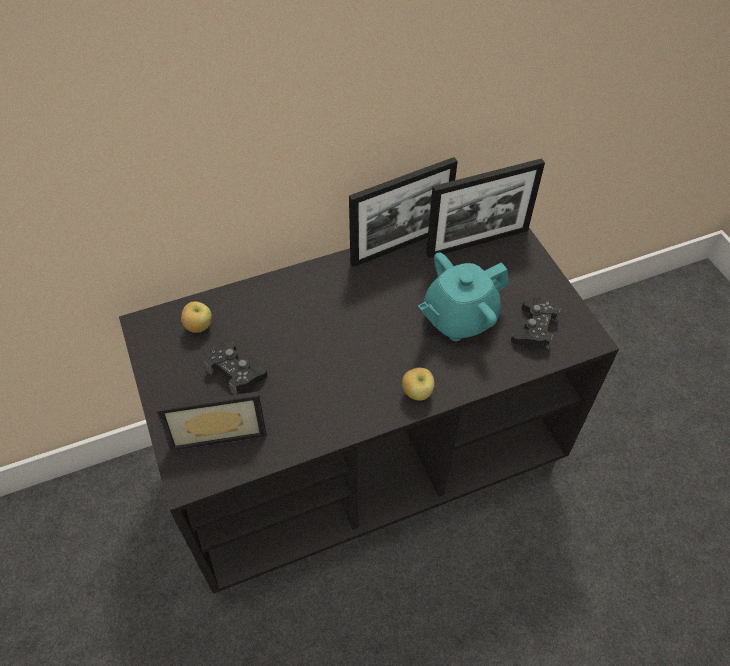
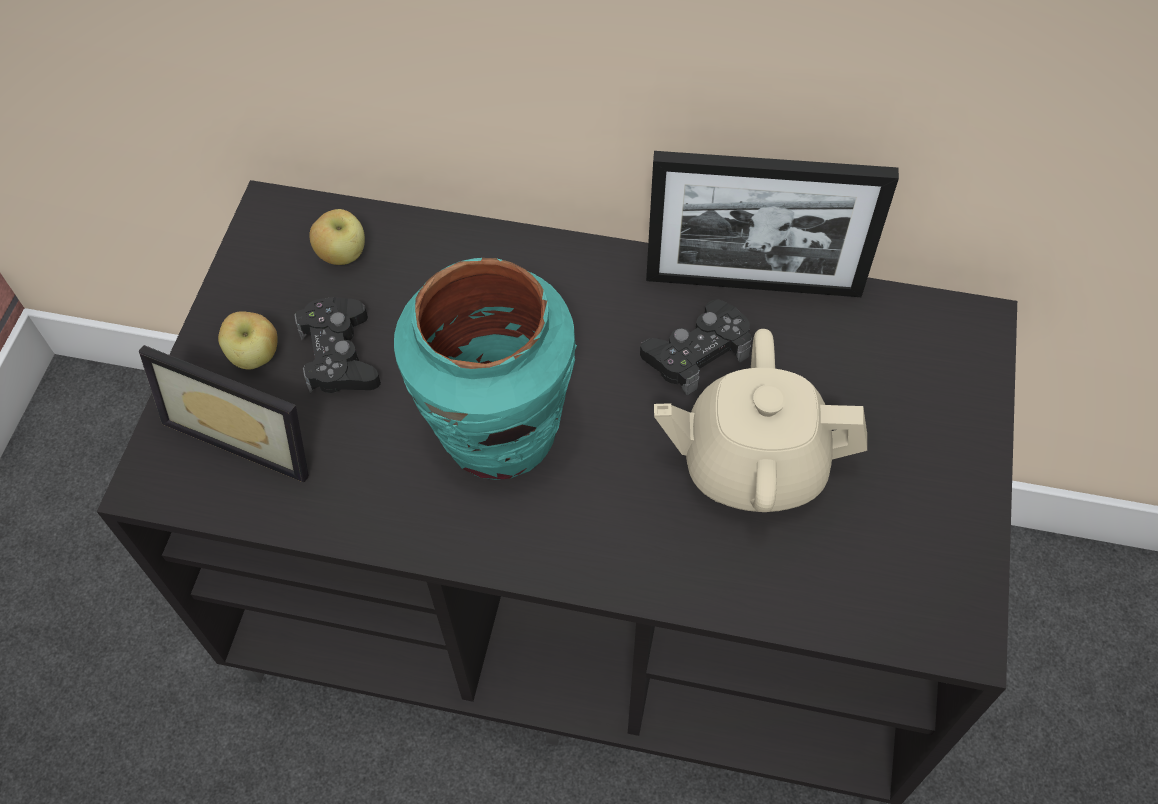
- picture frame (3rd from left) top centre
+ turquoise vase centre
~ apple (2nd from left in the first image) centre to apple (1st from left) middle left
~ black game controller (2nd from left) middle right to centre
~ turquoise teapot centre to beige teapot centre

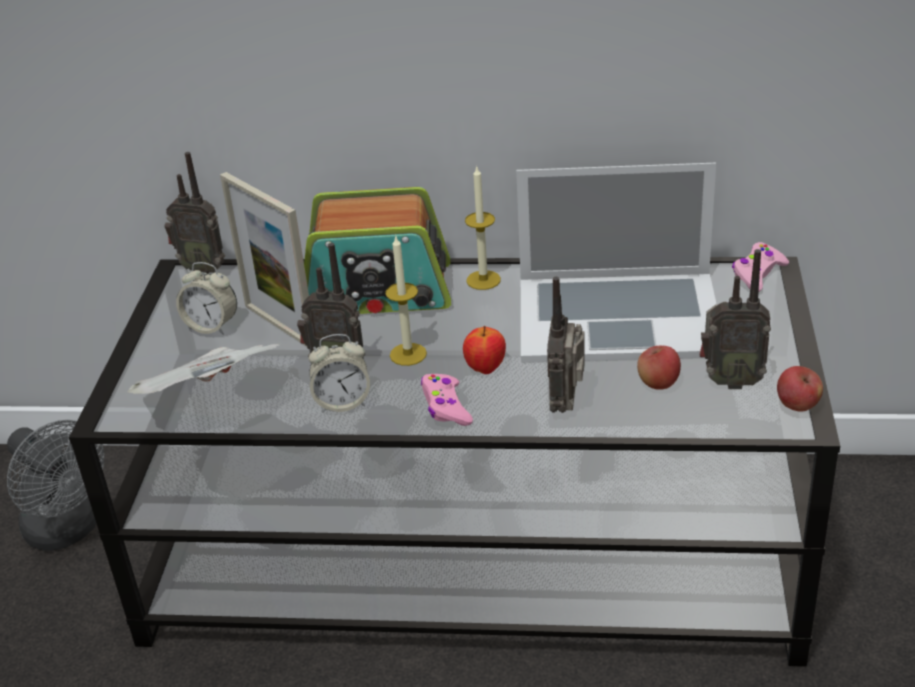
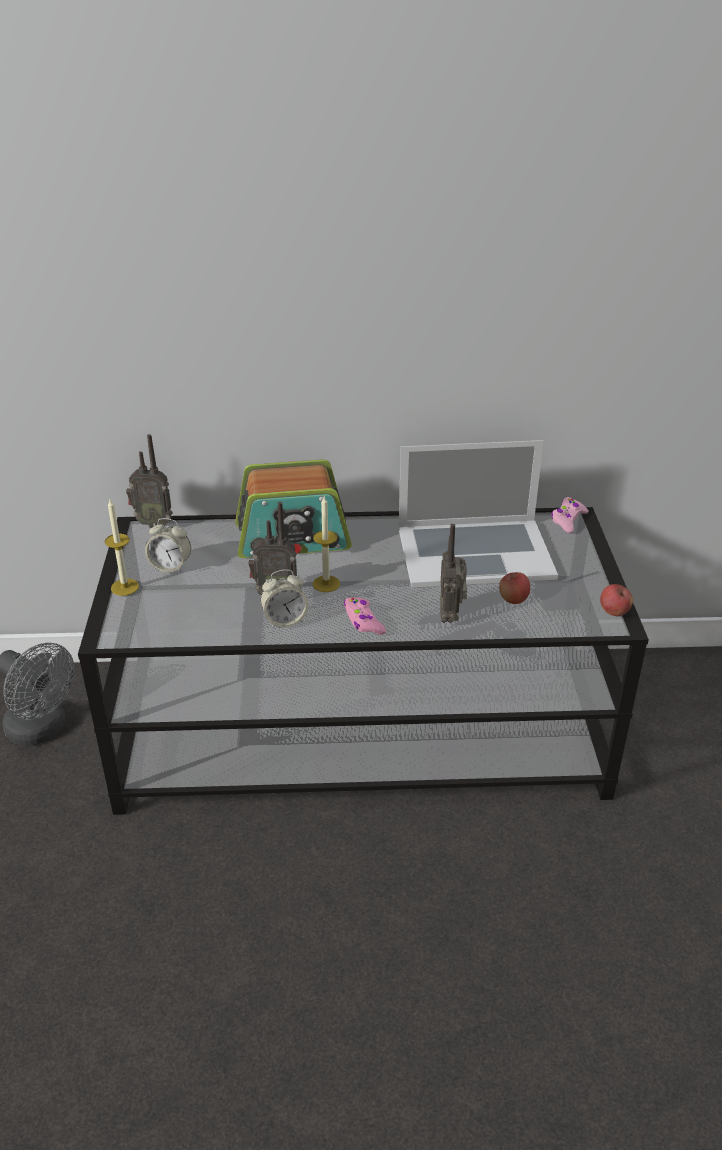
- newspaper middle left
- picture frame middle left
- apple (1st from left) centre
- radio (5th from left) middle right
~ candle (2nd from left in the first image) top centre to candle (1st from left) middle left

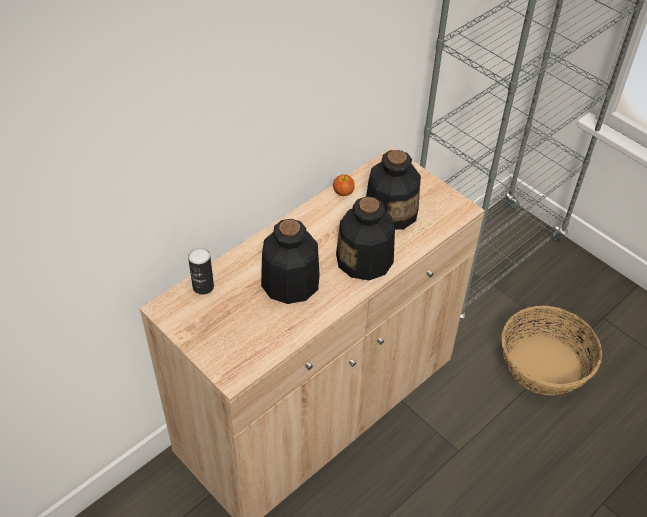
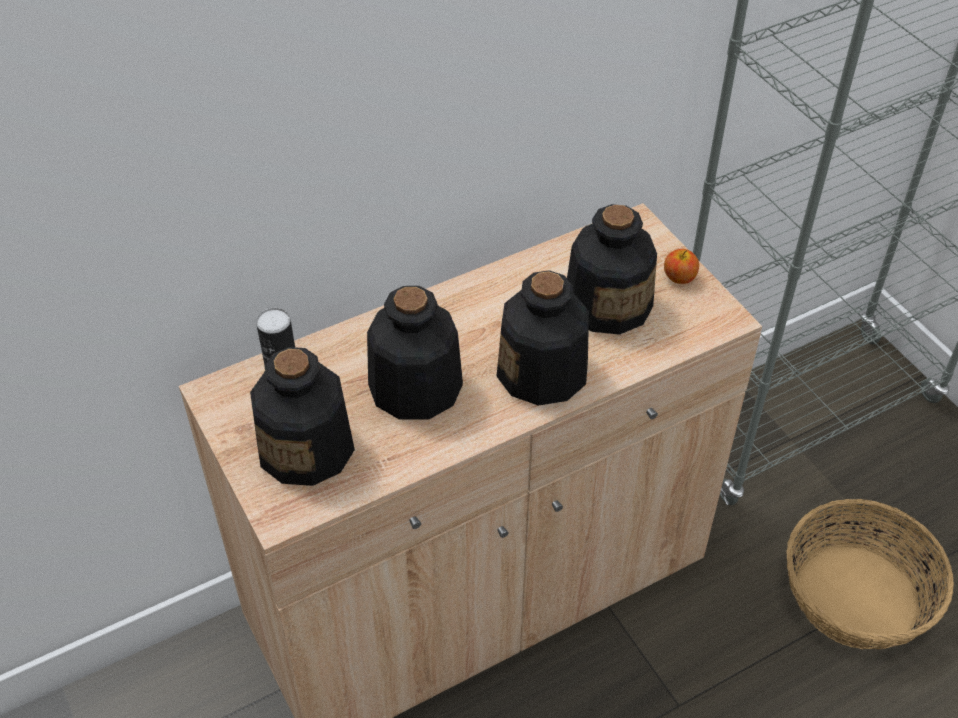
+ bottle (1st from left) middle left
~ apple centre to middle right

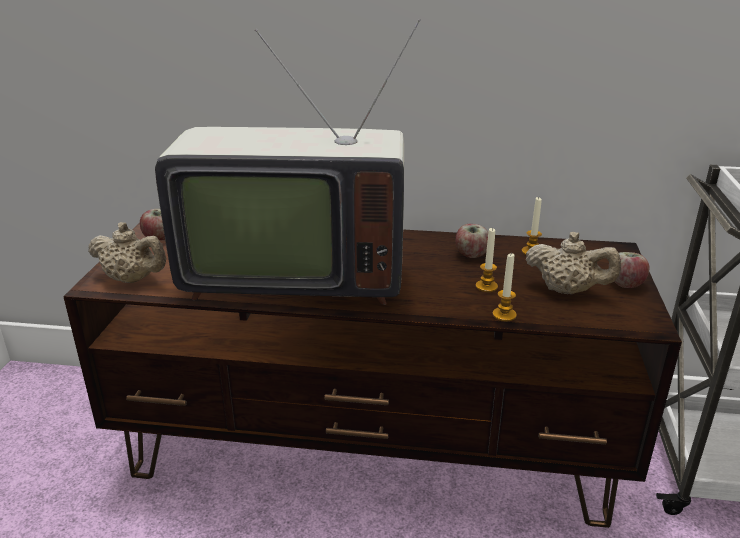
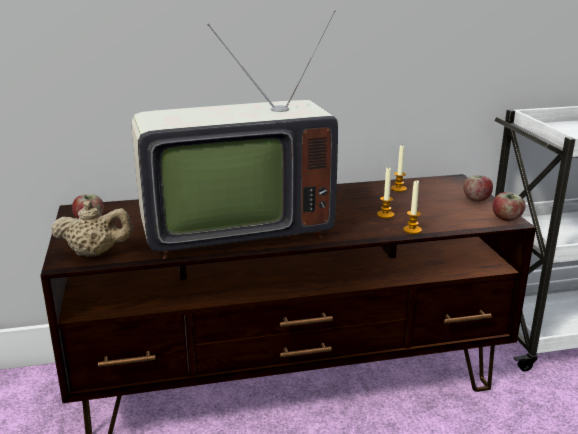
- beige teapot (2nd from left) middle right
~ apple (2nd from left in the first image) centre to apple (3rd from left) middle right

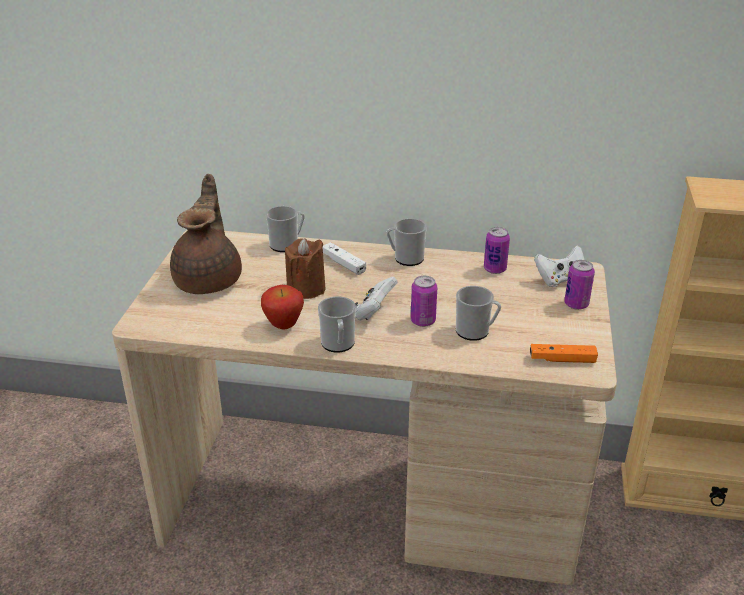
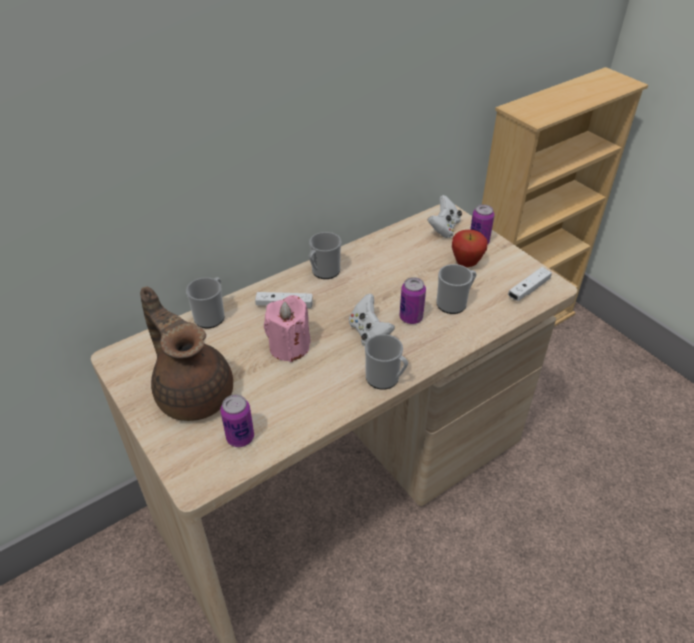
~ apple centre to middle right
~ can (2nd from left in the first image) middle right to can (1st from left) centre
~ brown candle centre to pink candle centre
~ orange game controller middle right to white game controller (4th from left) middle right

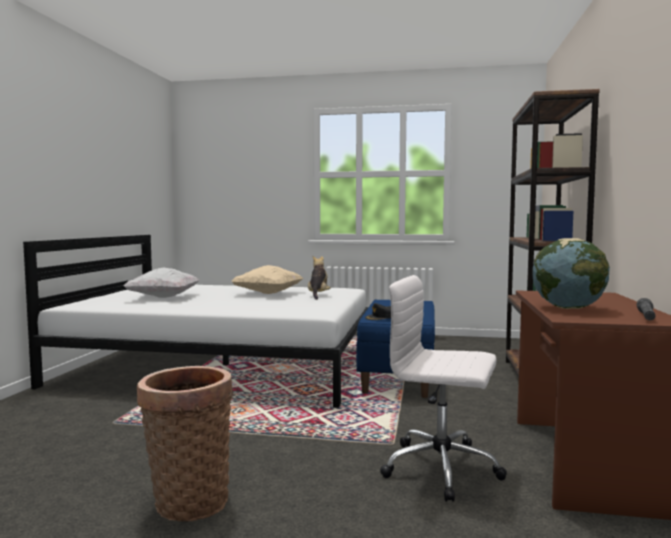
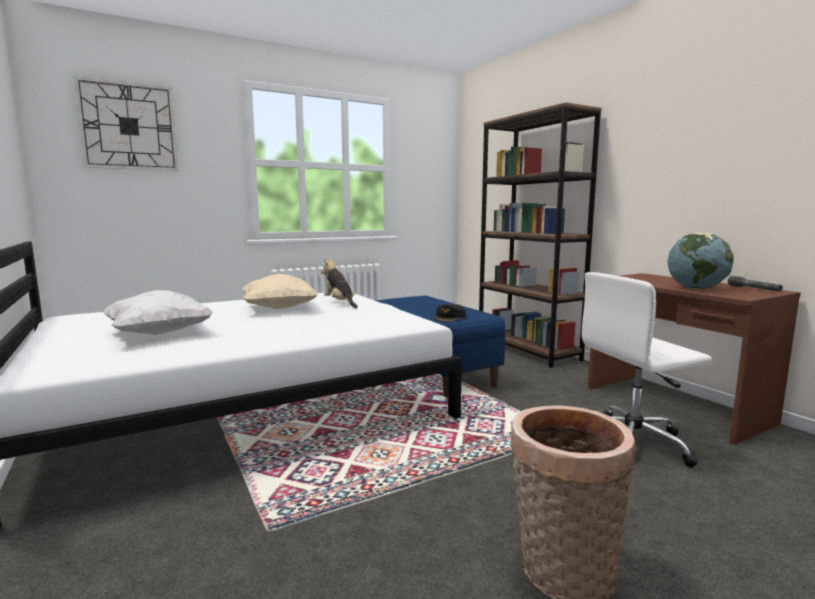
+ wall clock top left

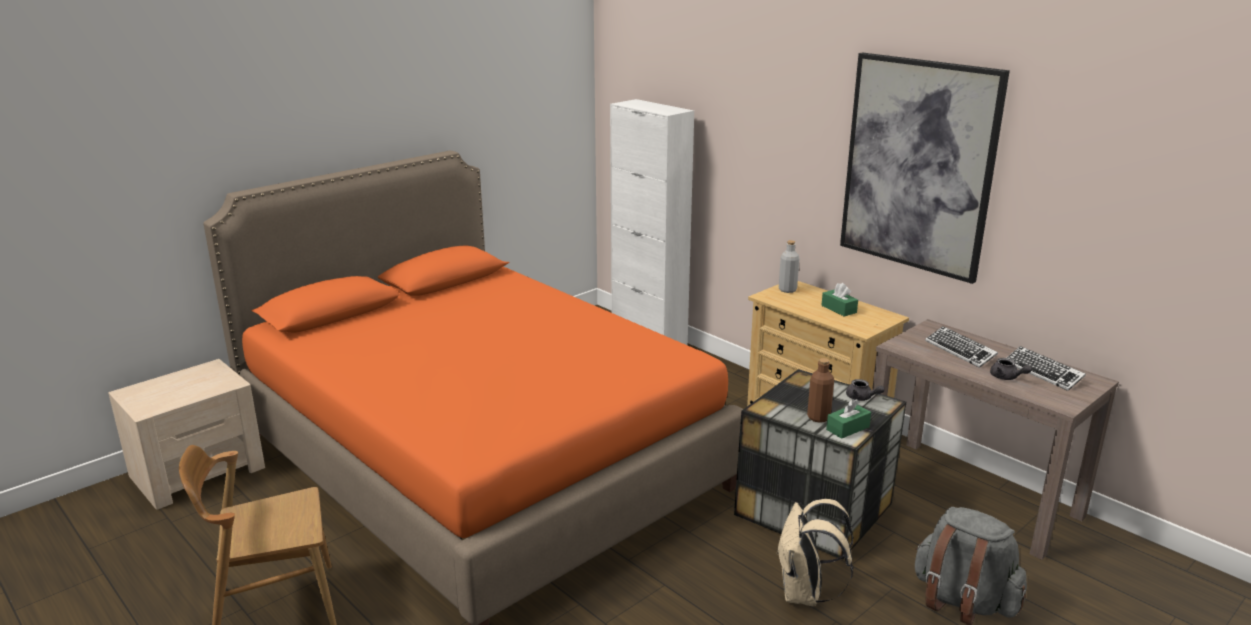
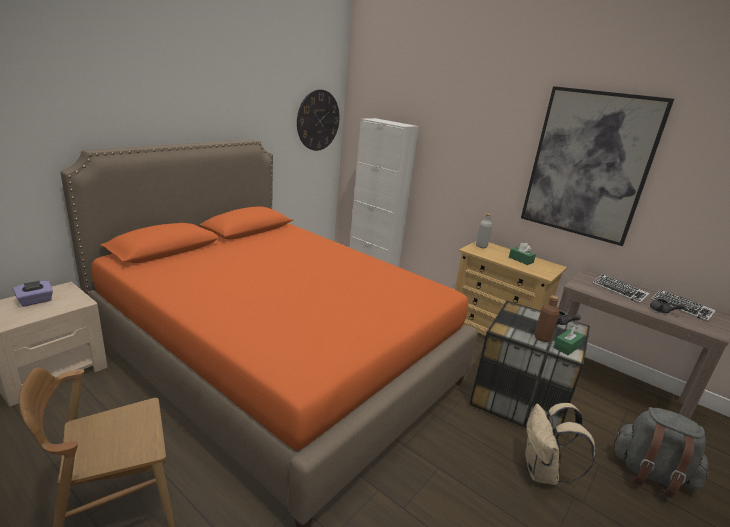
+ purple tissue box middle left
+ wall clock top centre

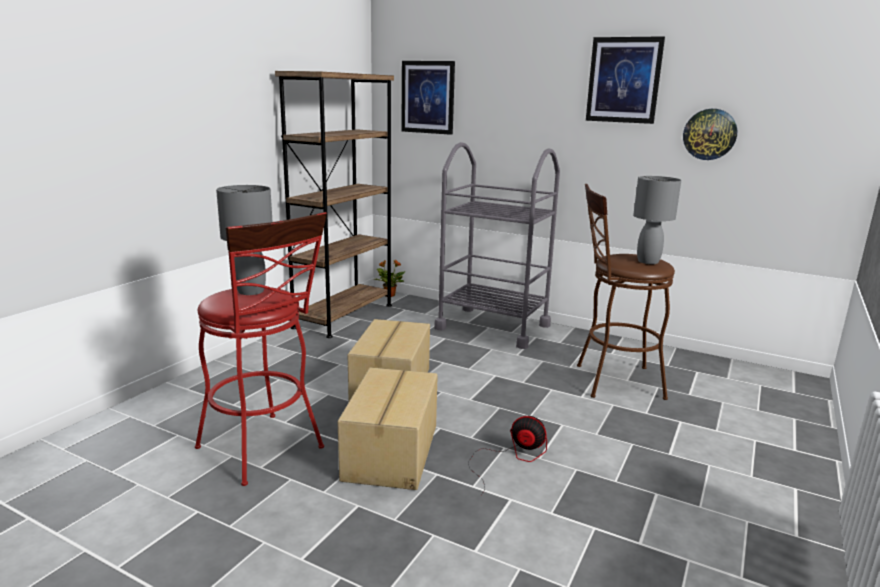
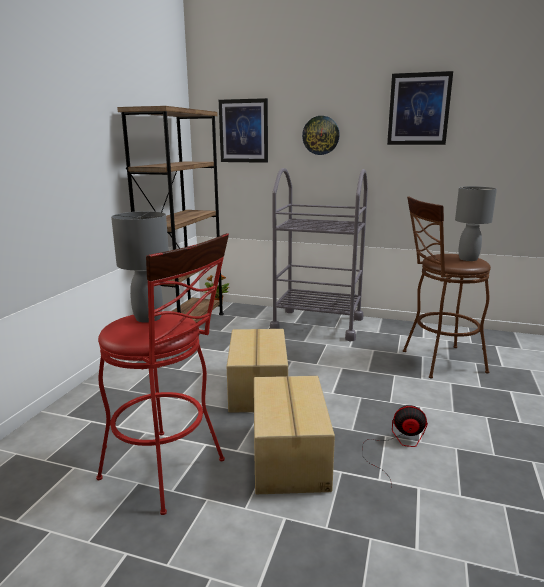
~ wall clock top right to top centre

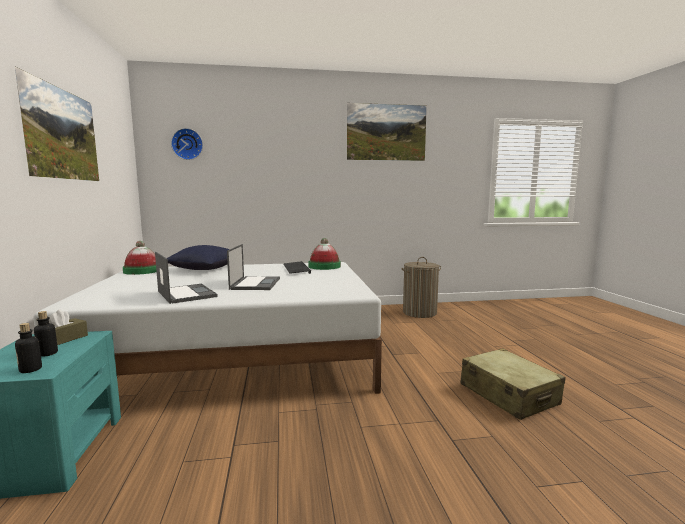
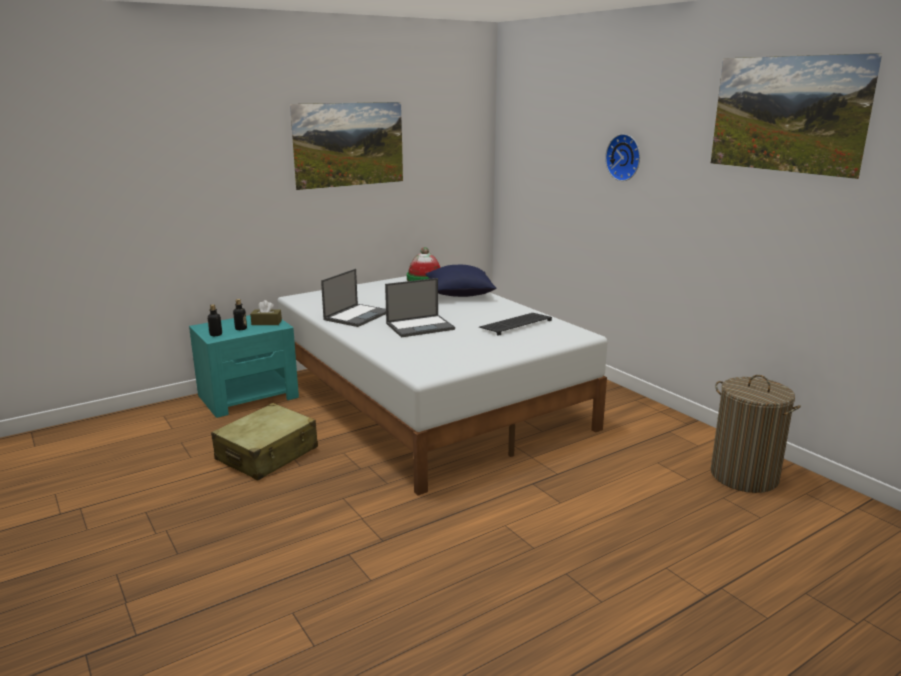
- hat (2nd from left) centre
~ wall clock top left to top right
~ beige suitcase bottom right to middle left

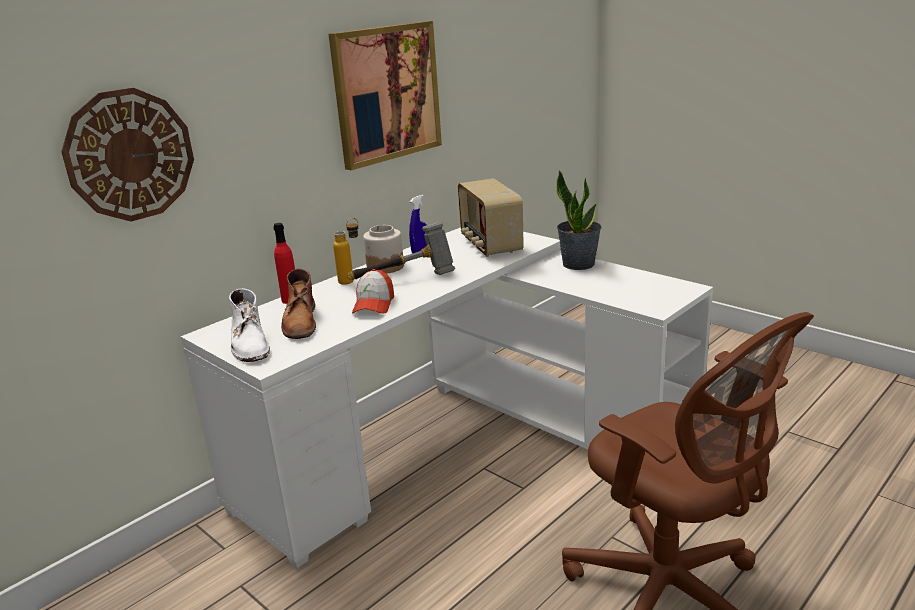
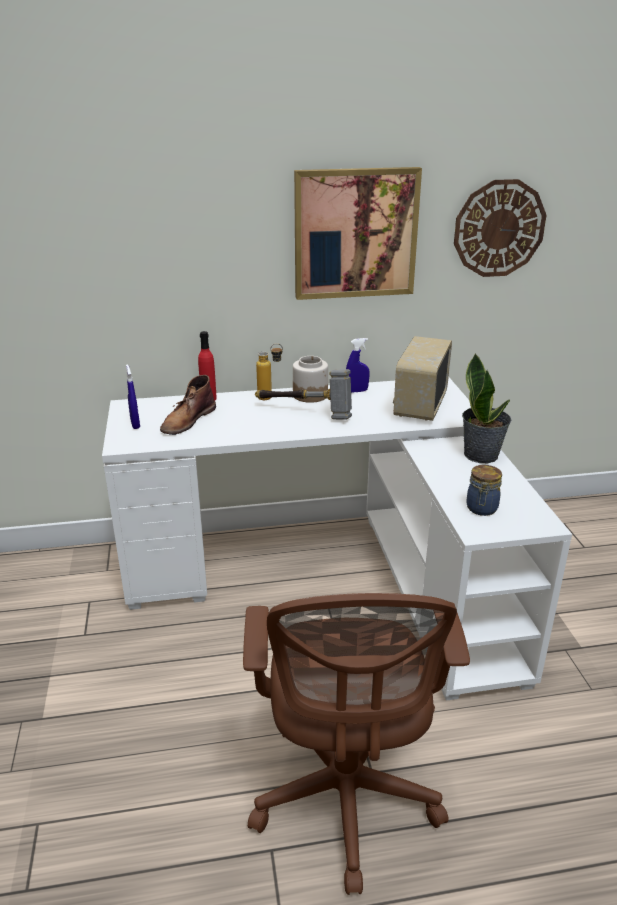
- cap centre
+ jar (2nd from left) middle right
~ wall clock top left to top right
~ white boot middle left to blue spray bottle (1st from left) middle left

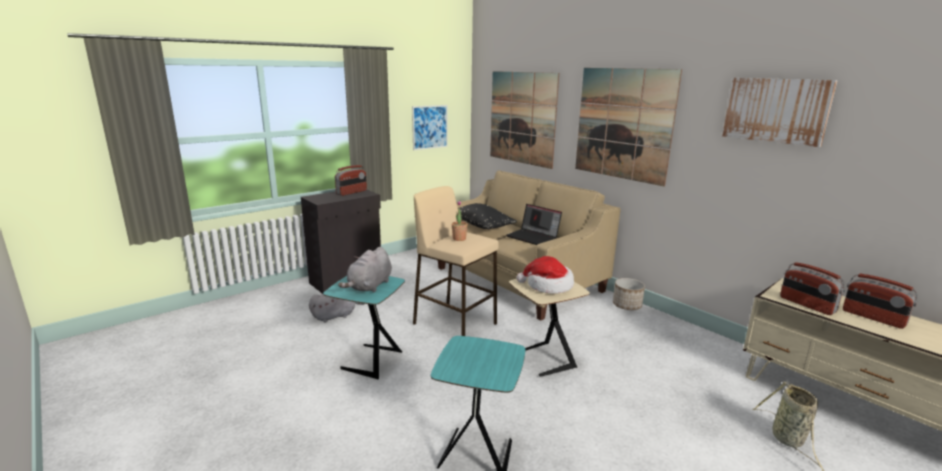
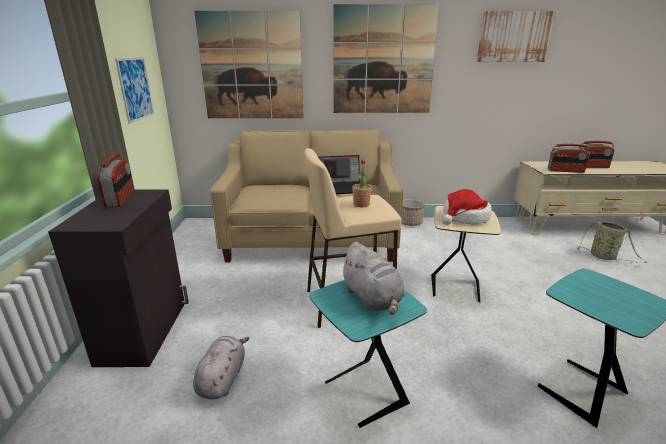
- black pillow centre

